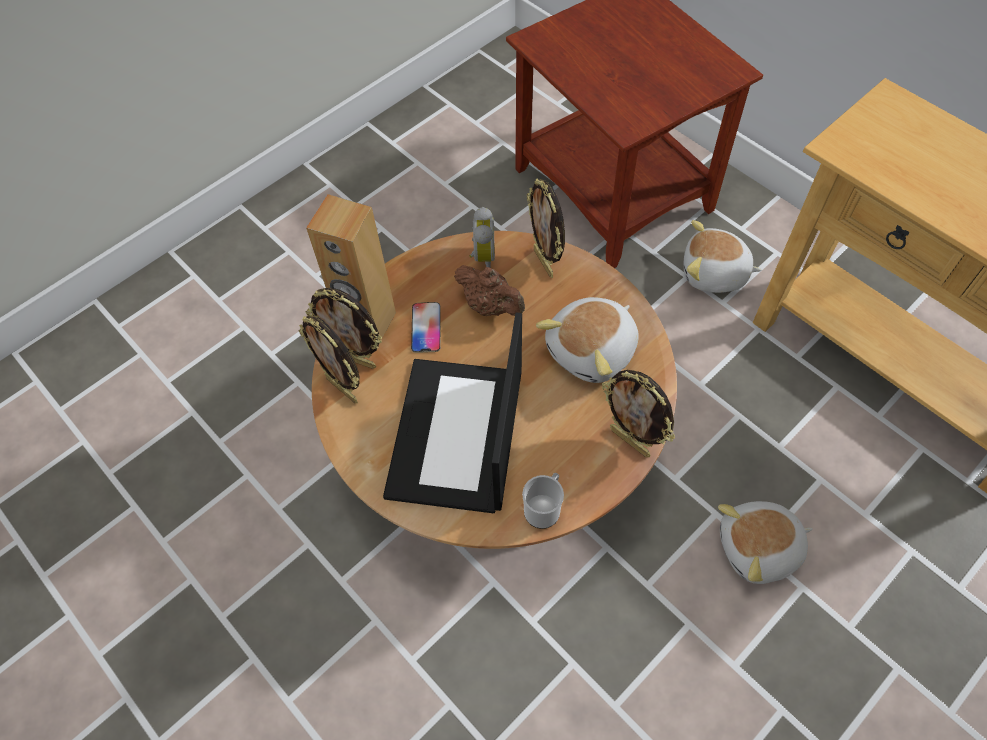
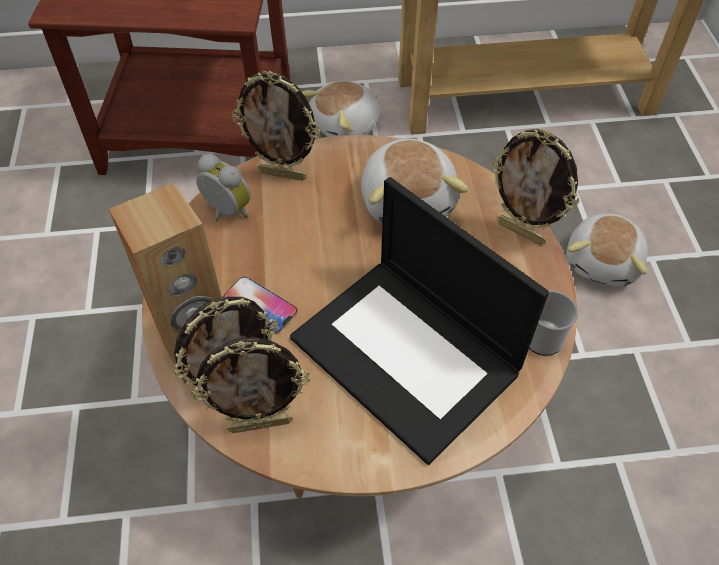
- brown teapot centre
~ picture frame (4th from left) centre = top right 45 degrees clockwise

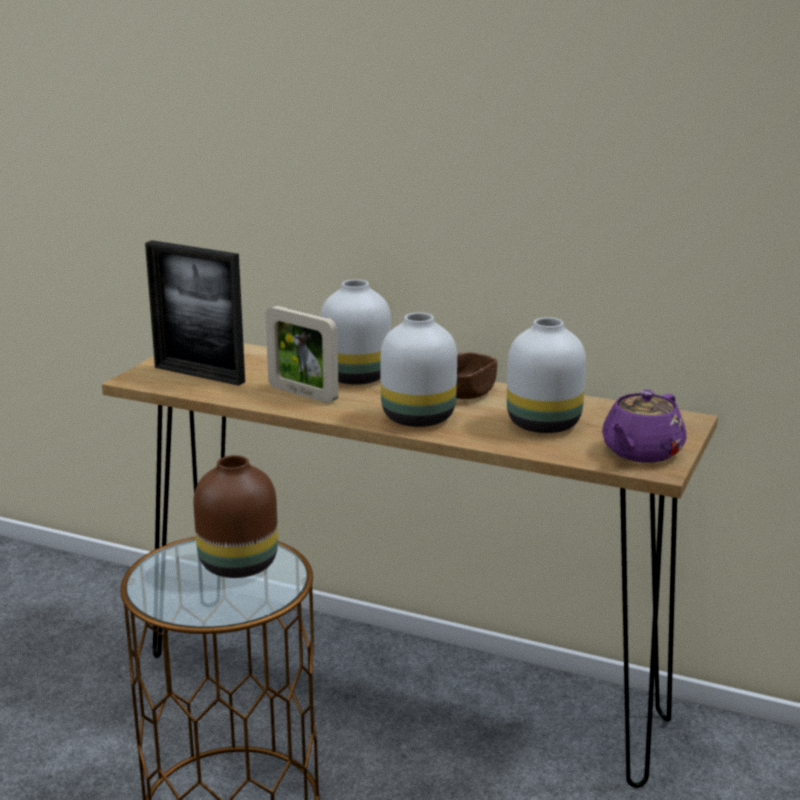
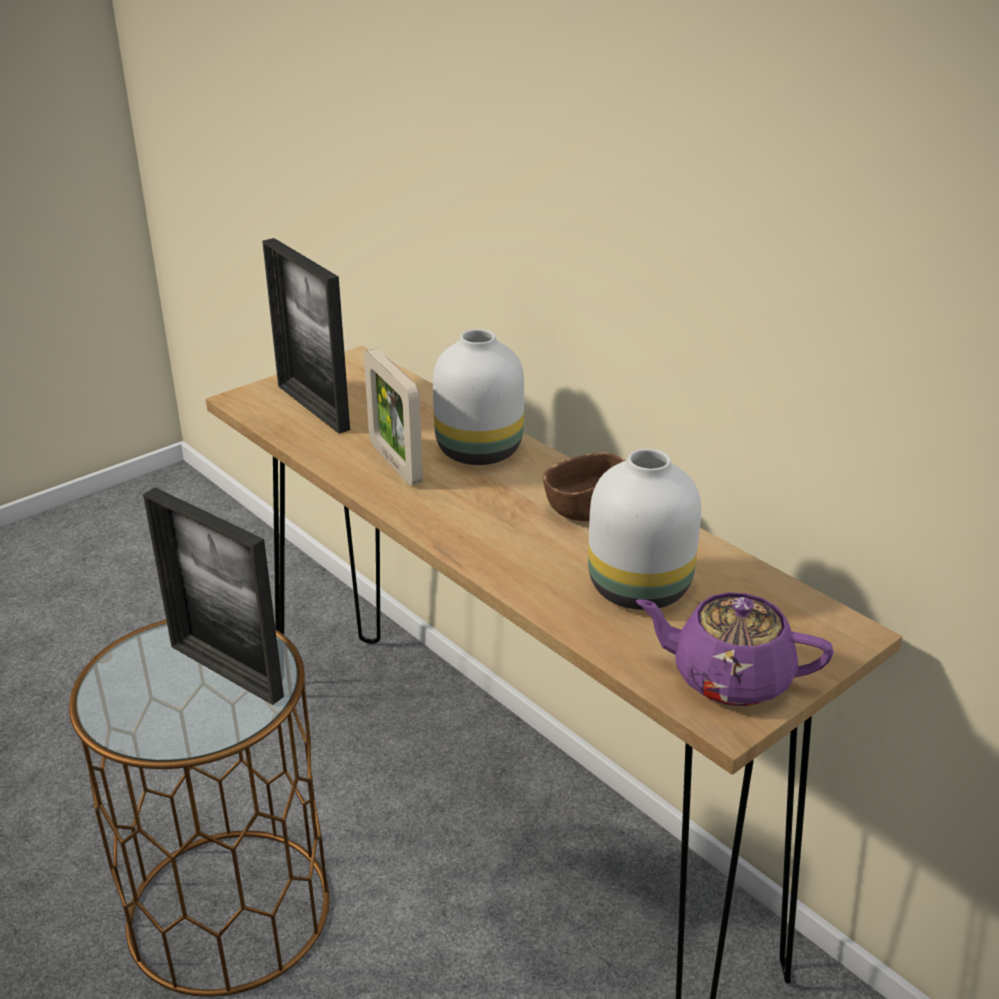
- white vase (2nd from left) centre
~ brown vase middle left to picture frame (1st from left) middle left
~ purple teapot middle right = middle right 45 degrees clockwise

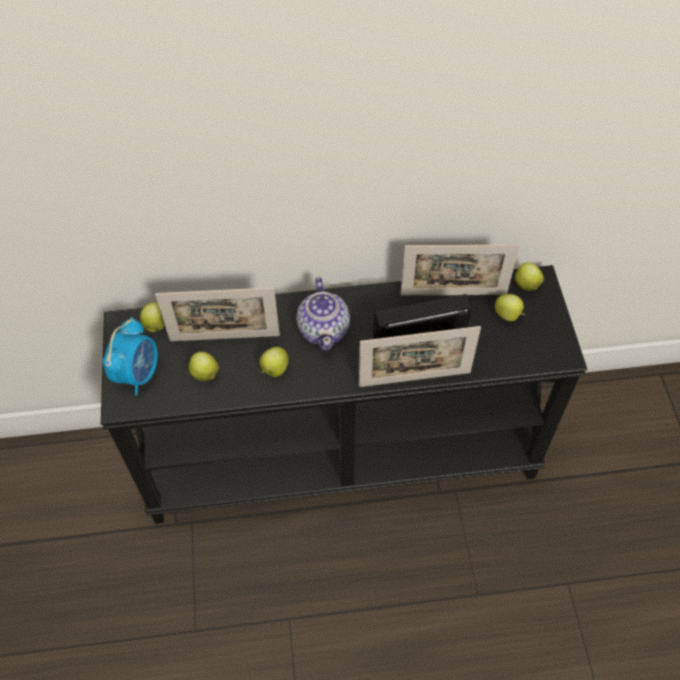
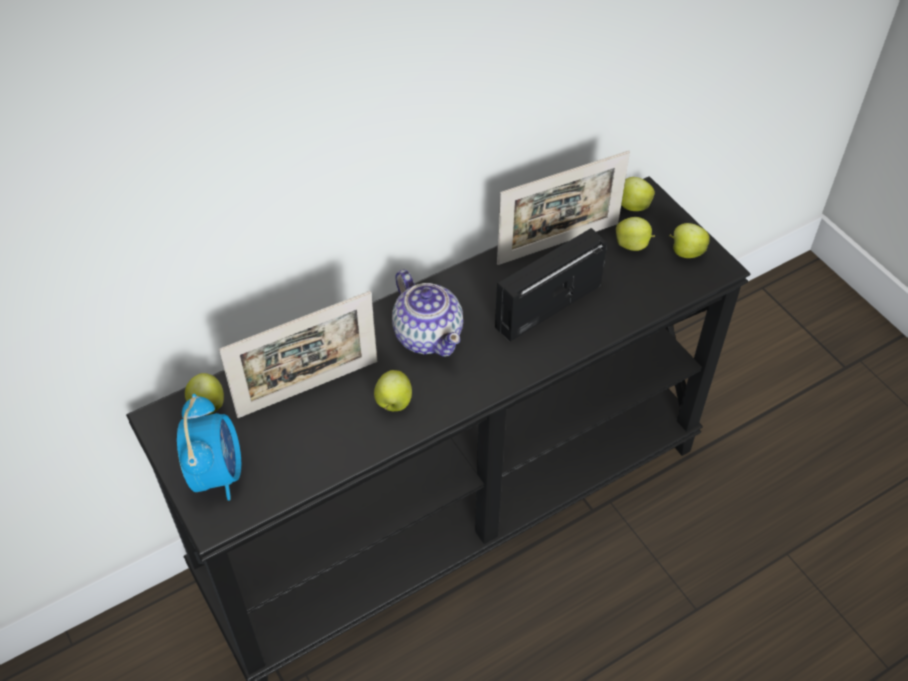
- picture frame (2nd from left) centre
~ apple (2nd from left in the first image) middle left to apple (5th from left) middle right

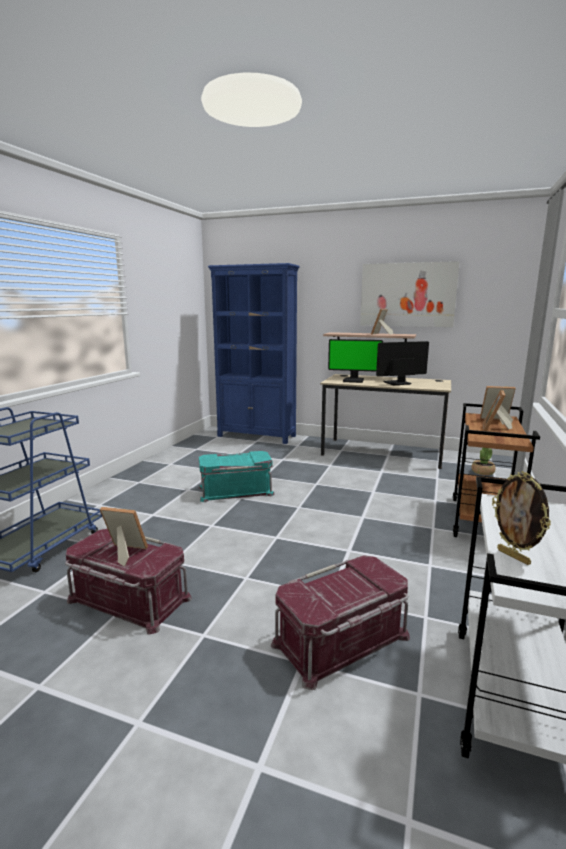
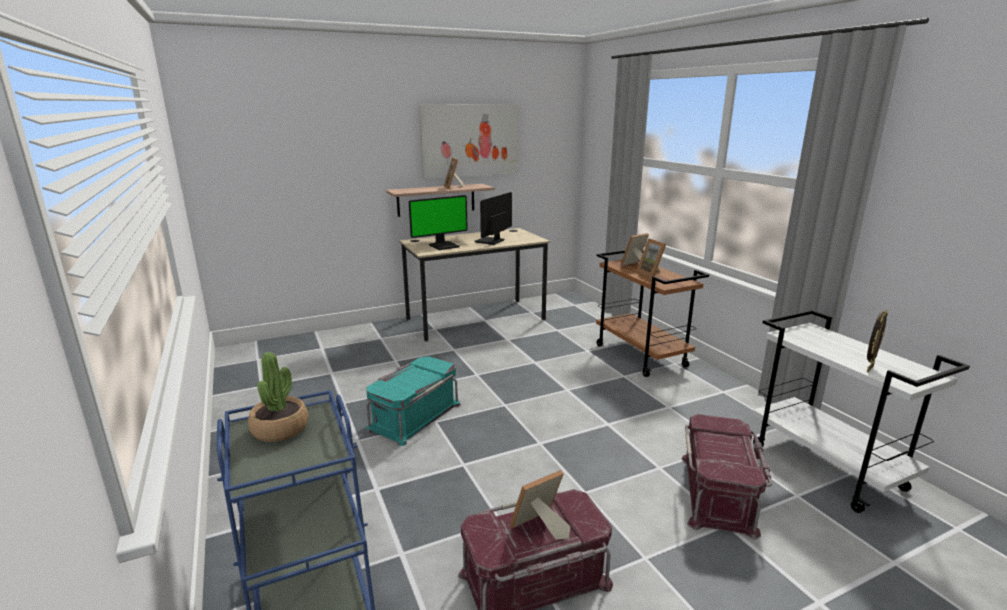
- blue bookcase centre
~ potted plant middle right to middle left
~ picture frame (5th from left) middle right = middle right 60 degrees counterclockwise

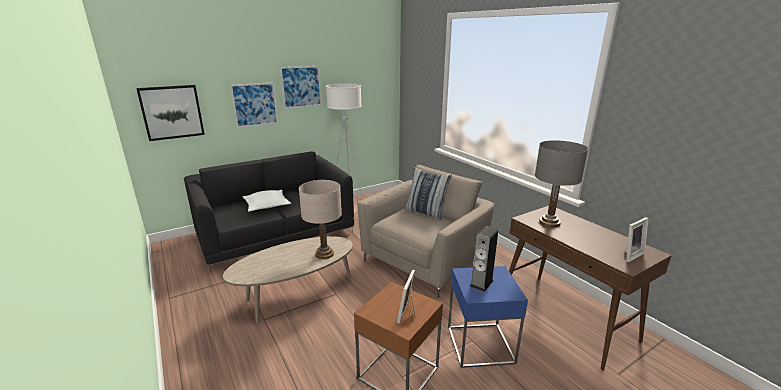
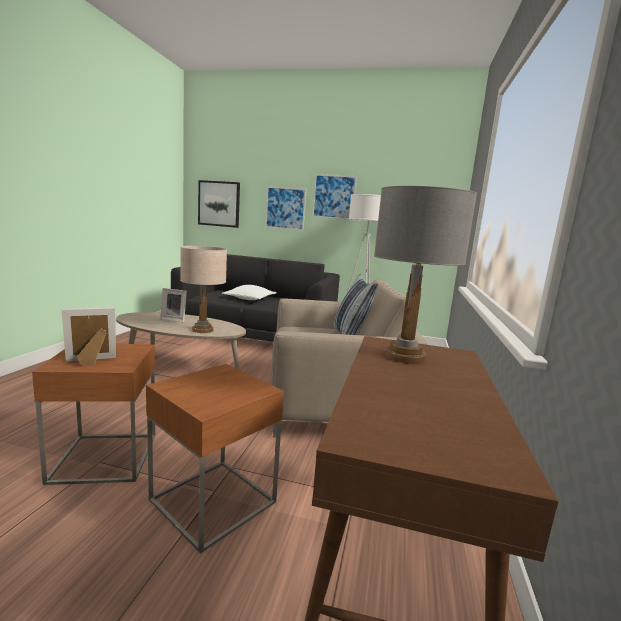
- speaker centre
~ picture frame (2nd from left) middle right to middle left
~ blue side table bottom centre to brown side table (2nd from left) bottom centre

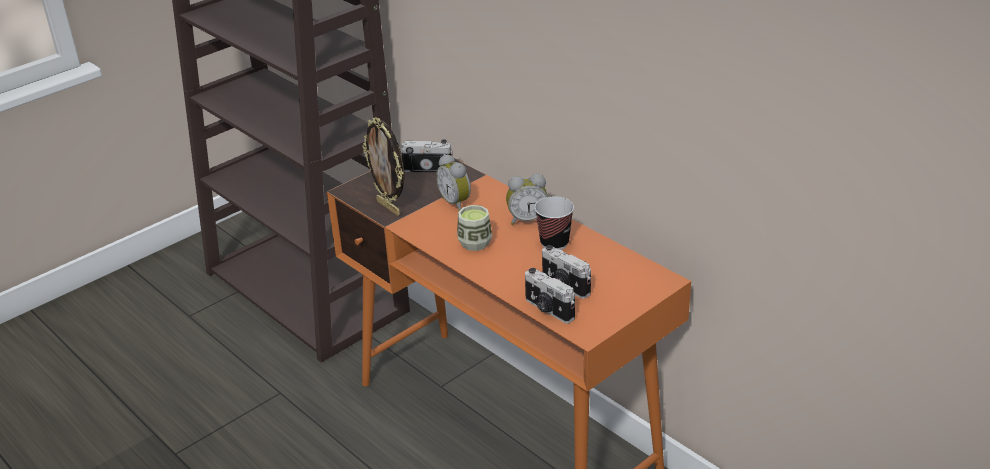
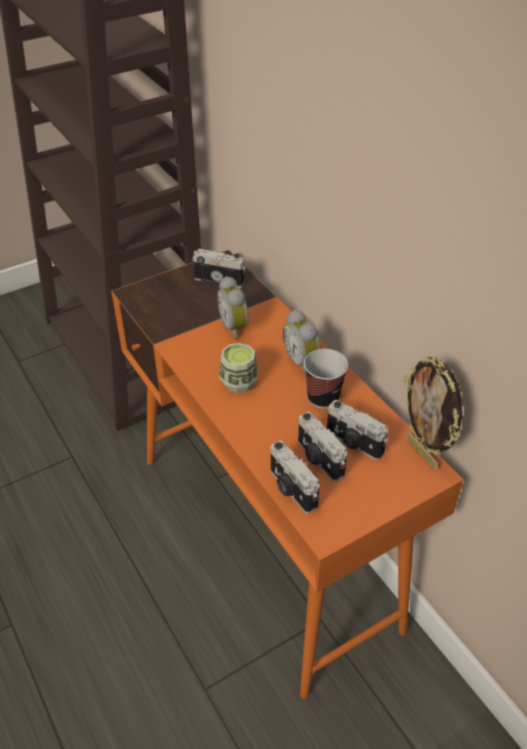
+ photo camera (4th from left) middle right
~ picture frame centre to middle right
~ alarm clock (2nd from left) centre = centre 60 degrees clockwise

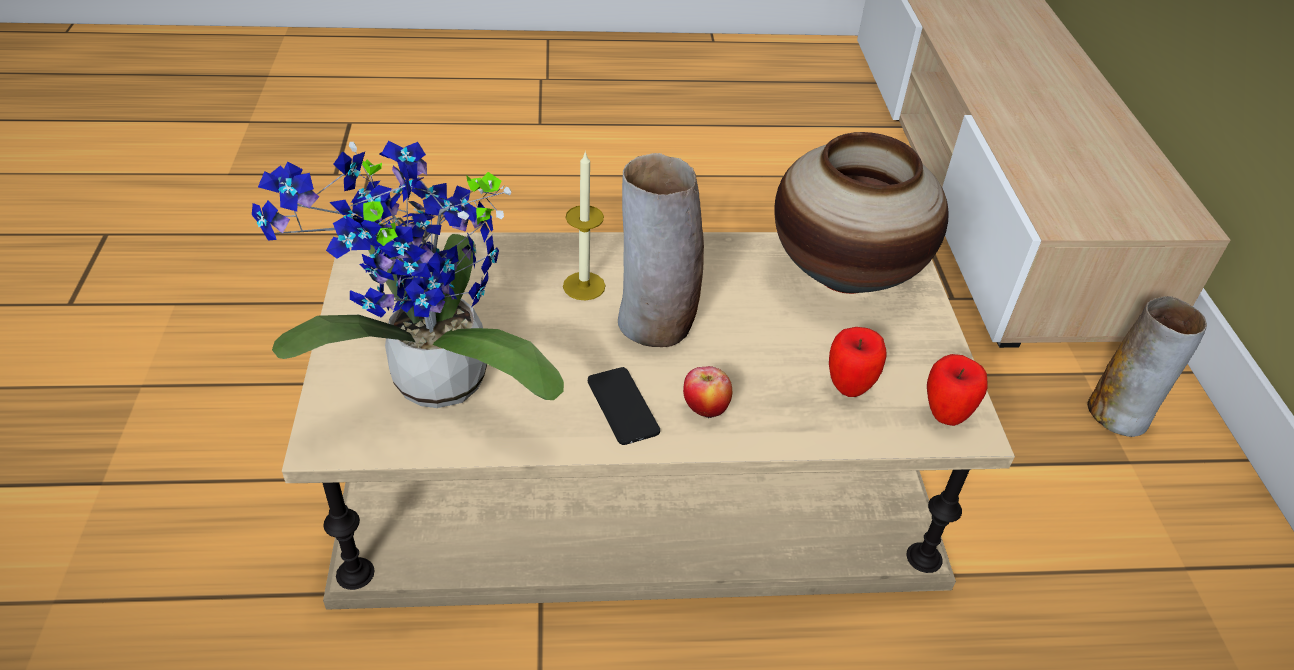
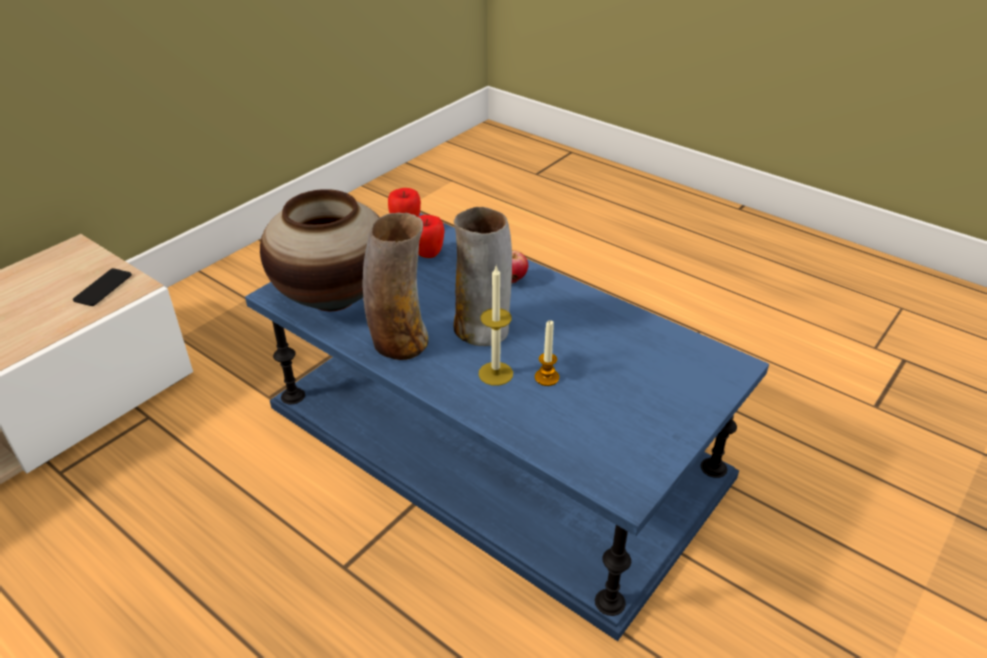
- potted plant middle left
+ candle (2nd from left) centre
~ phone centre to middle left
~ vase (3rd from left in the first image) middle right to vase (2nd from left) centre
~ beige coffee table centre to blue coffee table centre

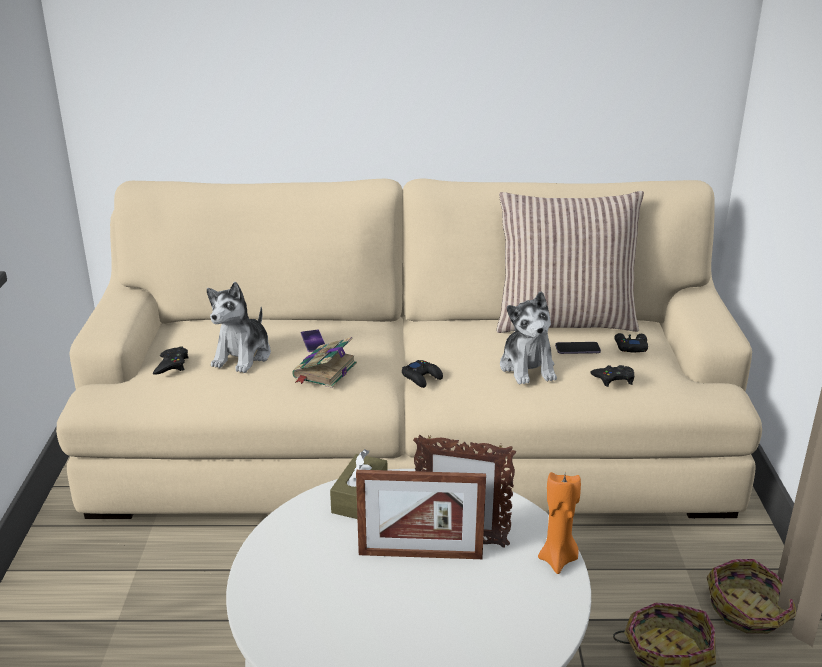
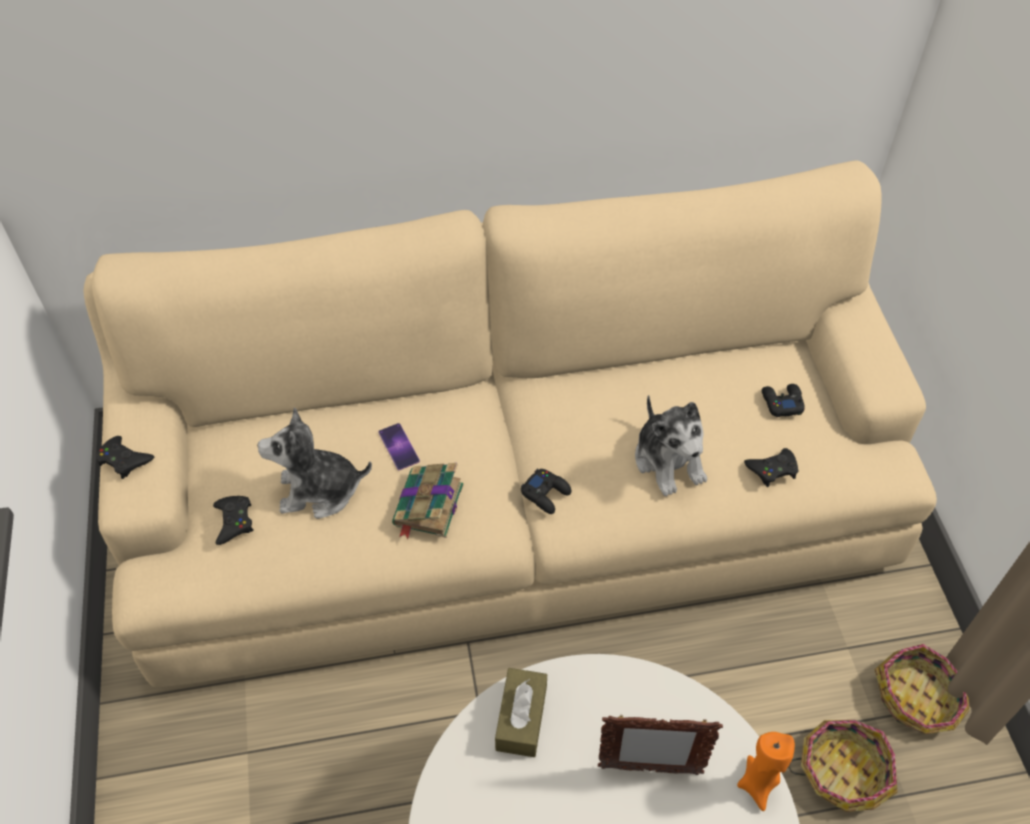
- picture frame (1st from left) bottom centre
- pillow middle right
- phone (2nd from left) middle right
+ black game controller (1st from left) middle left
~ plush toy (1st from left) middle left = middle left 75 degrees clockwise

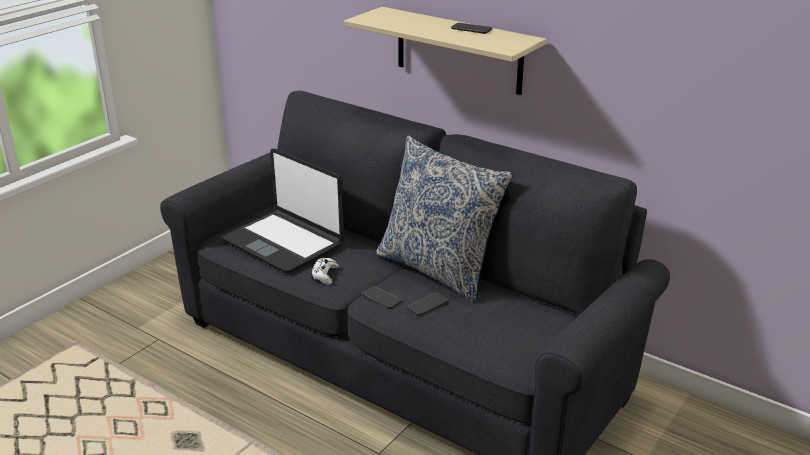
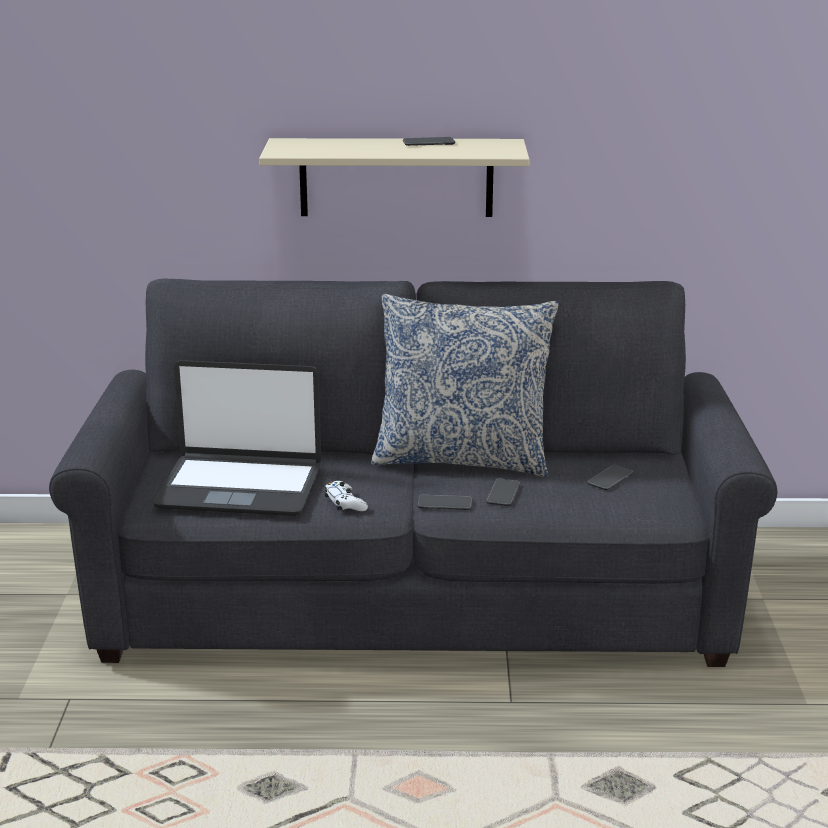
+ phone (4th from left) middle right

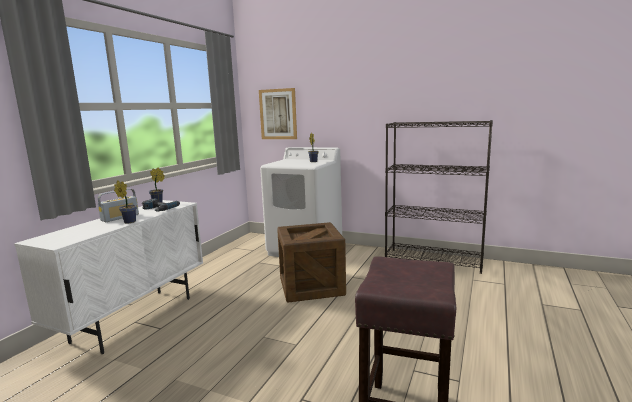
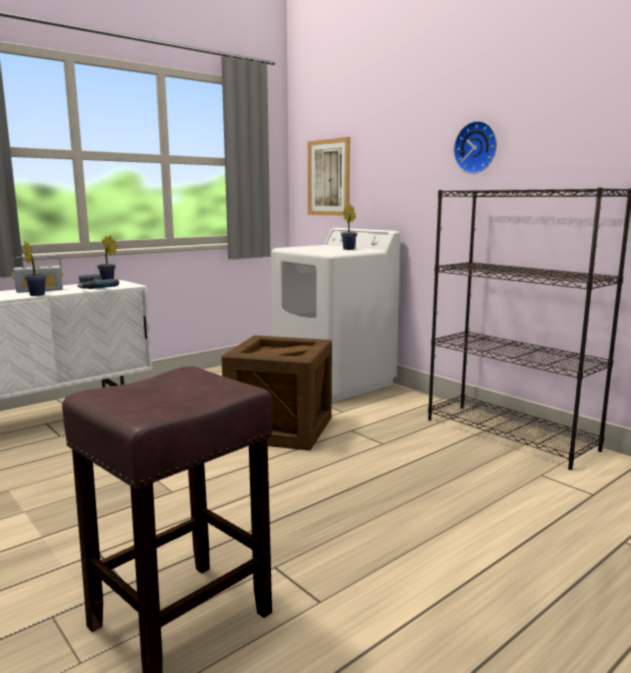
+ wall clock top right

